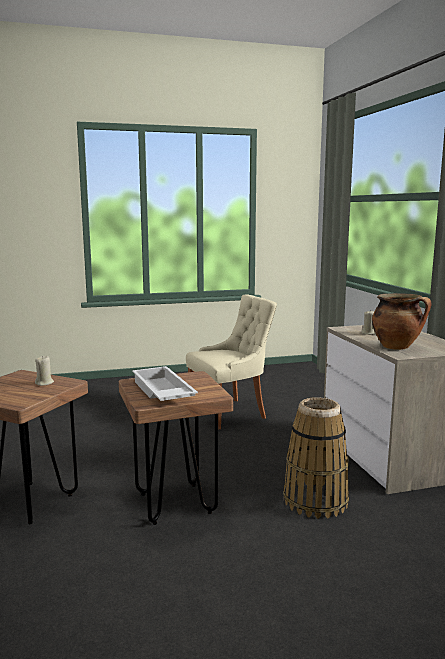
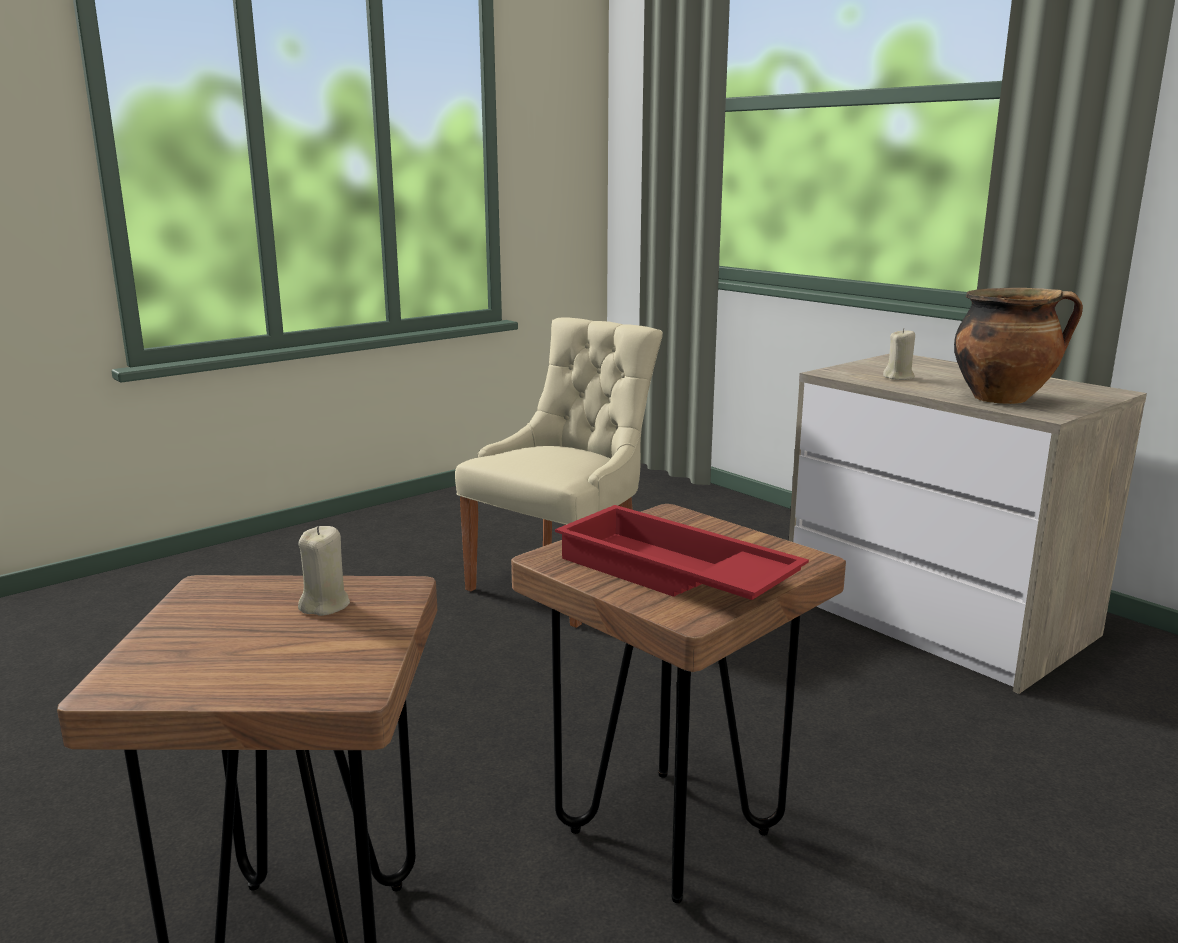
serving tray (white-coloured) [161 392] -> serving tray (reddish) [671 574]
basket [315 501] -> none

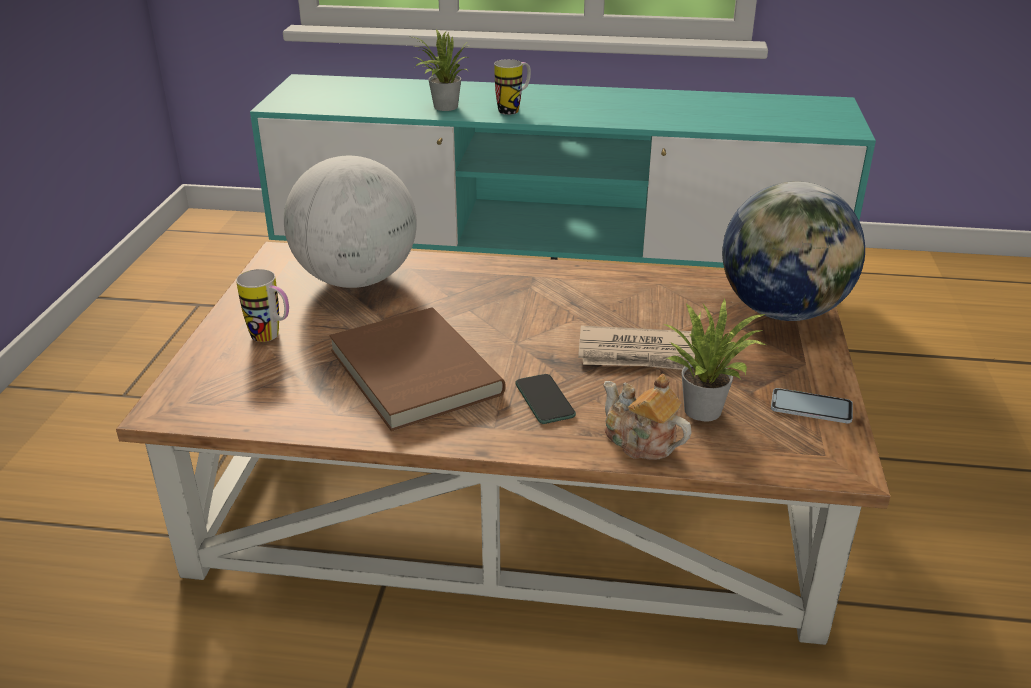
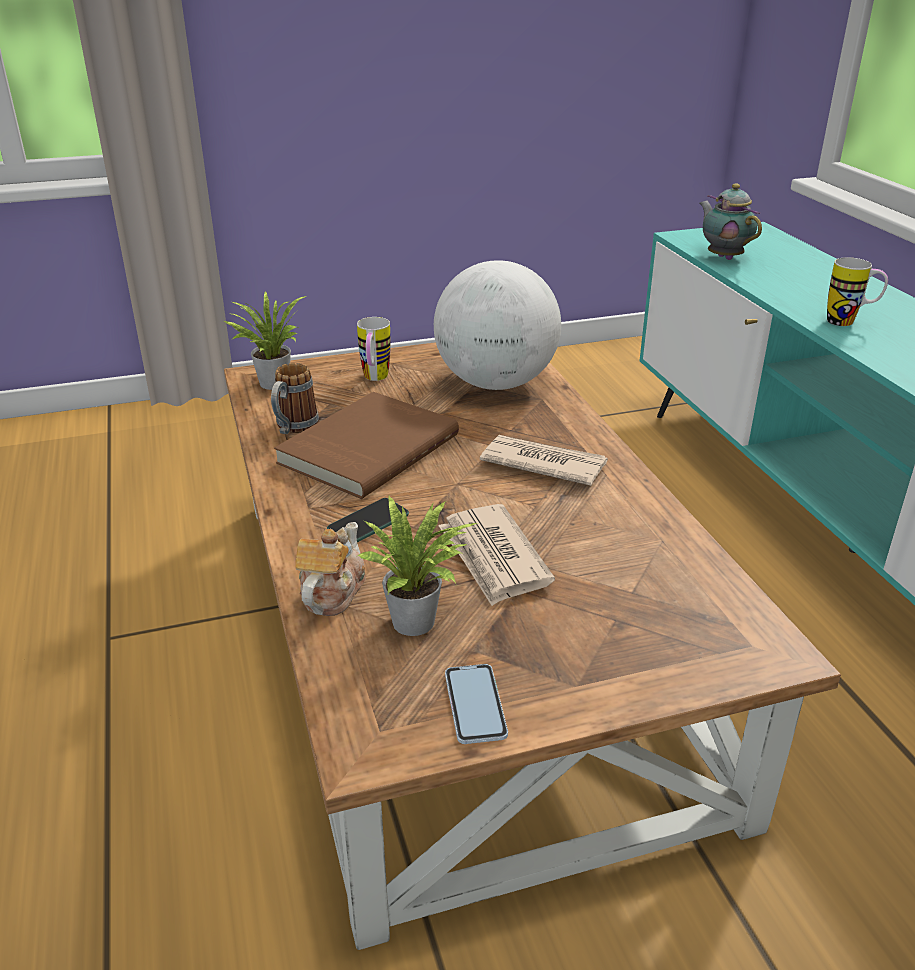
potted plant [442 107] -> potted plant [271 382], move
desk globe [783 311] -> none
none -> tea mug [293 428]
none -> newspaper [542 463]
none -> pot for tea [723 257]

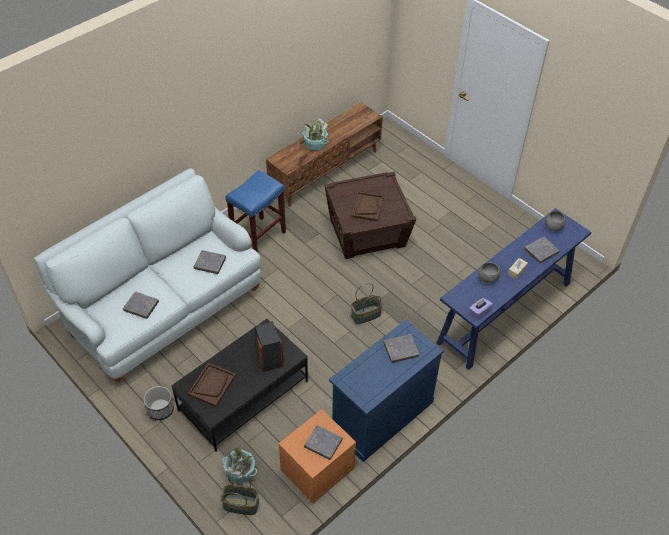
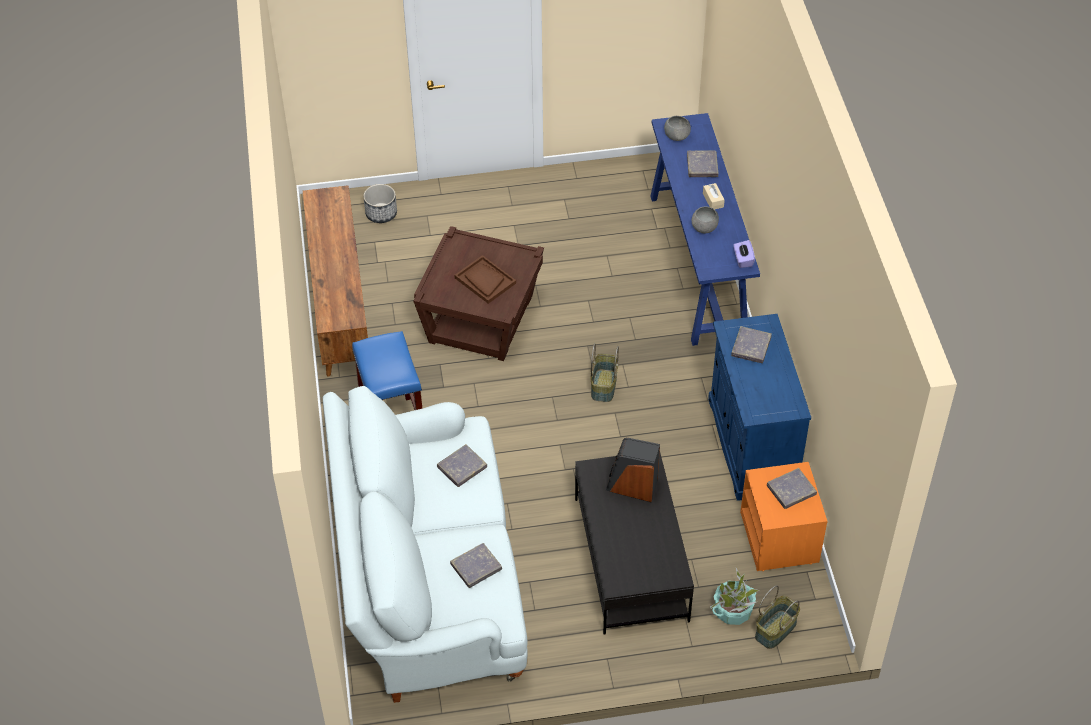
flower pot [160 409] -> flower pot [381 213], move
serving tray (brown) [212 385] -> none
potted plant [315 144] -> none

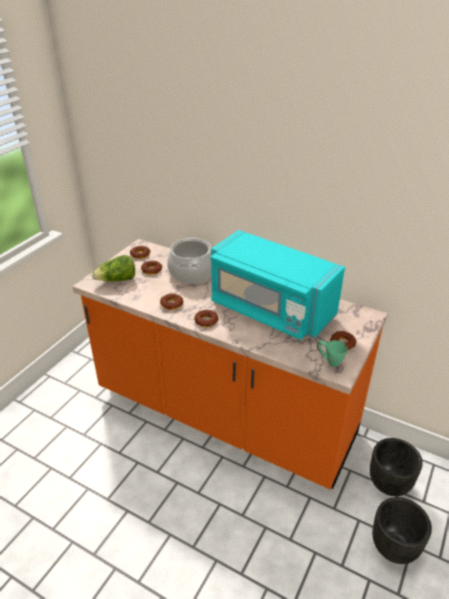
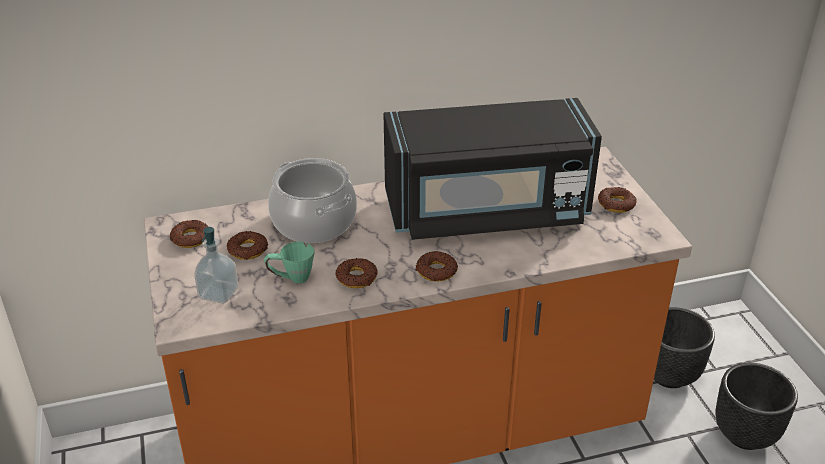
lettuce [117 280] -> soap bottle [218 293]
kitchen microwave (turquoise-coloured) [270 309] -> kitchen microwave (blackish) [486 211]
tea mug (green) [329 361] -> tea mug (green) [291 279], move

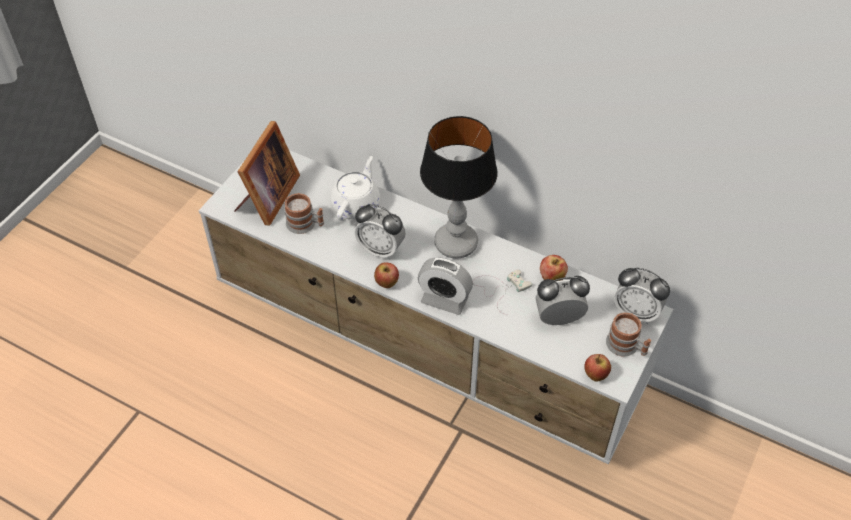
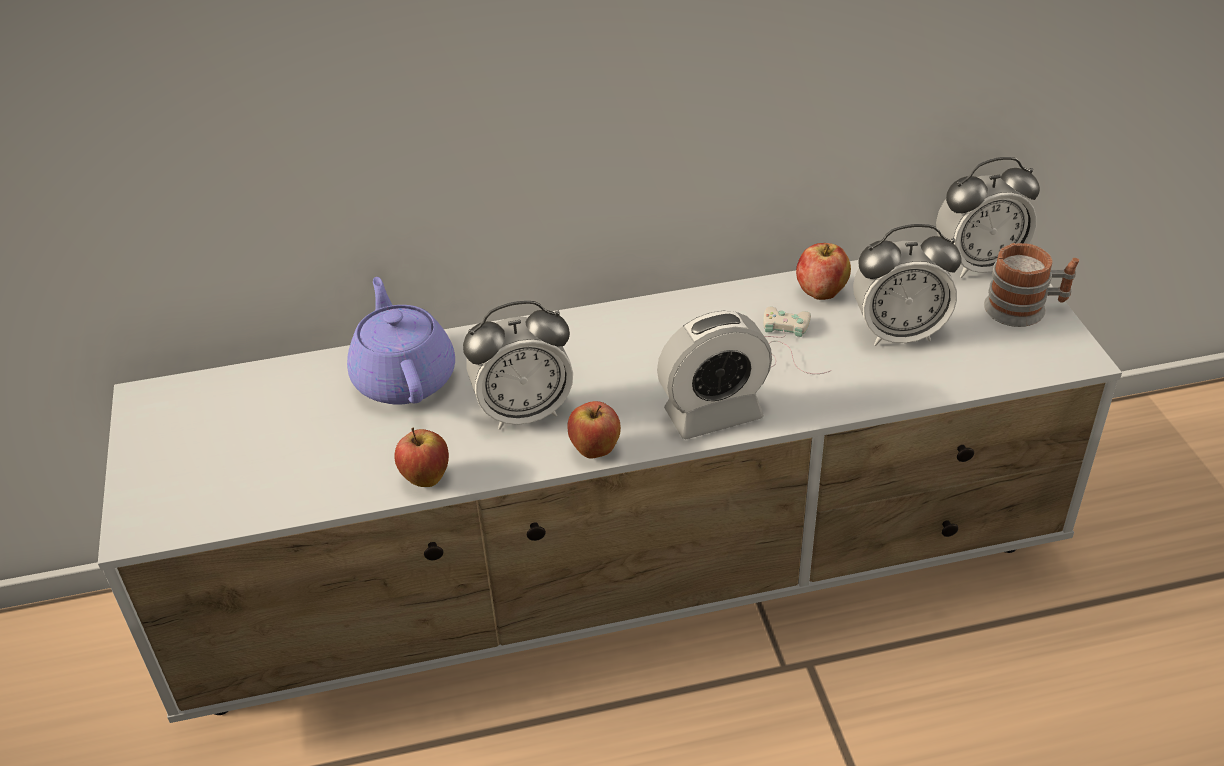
standing frame [267 198] -> none
tea mug [305 224] -> none
pot for tea (white-coloured) [356 204] -> pot for tea (purplish) [404 377]
tabletop lamp [456 244] -> none
alarm clock [558 318] -> alarm clock [898 333], 135 degrees counterclockwise
whole apple [595 375] -> whole apple [425 479], move

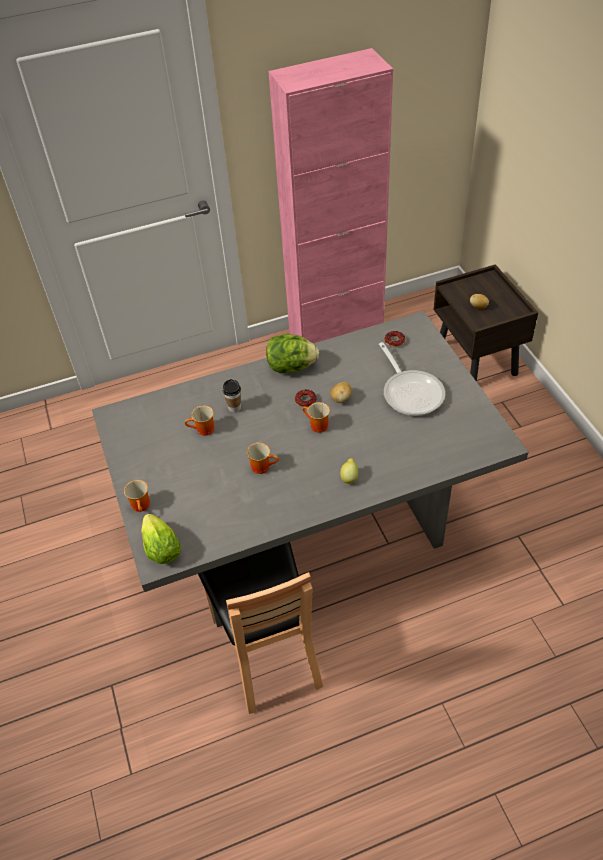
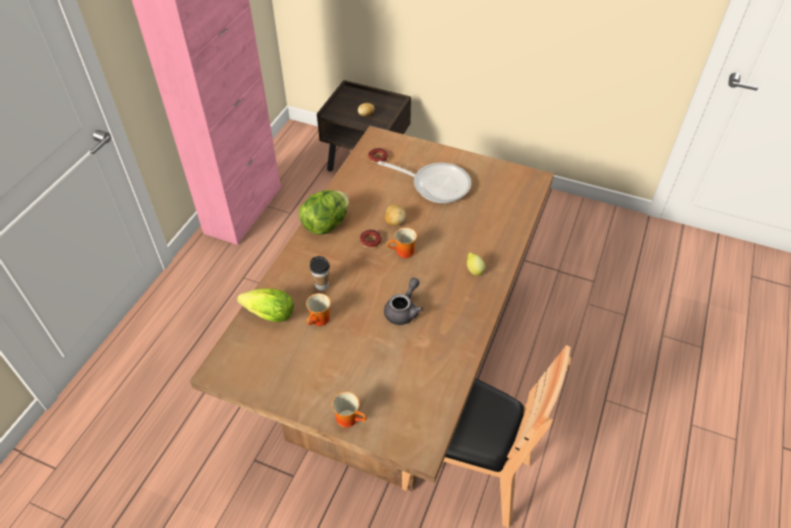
kitchen table (greyish) [309 531] -> kitchen table (brown) [394 364]
lettuce [160 546] -> lettuce [267 314], move
tea mug [263 466] -> pot for tea (greyish) [403 310]

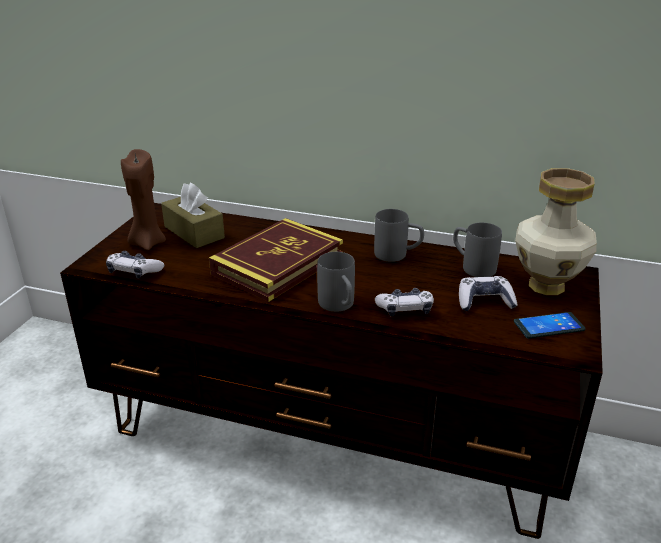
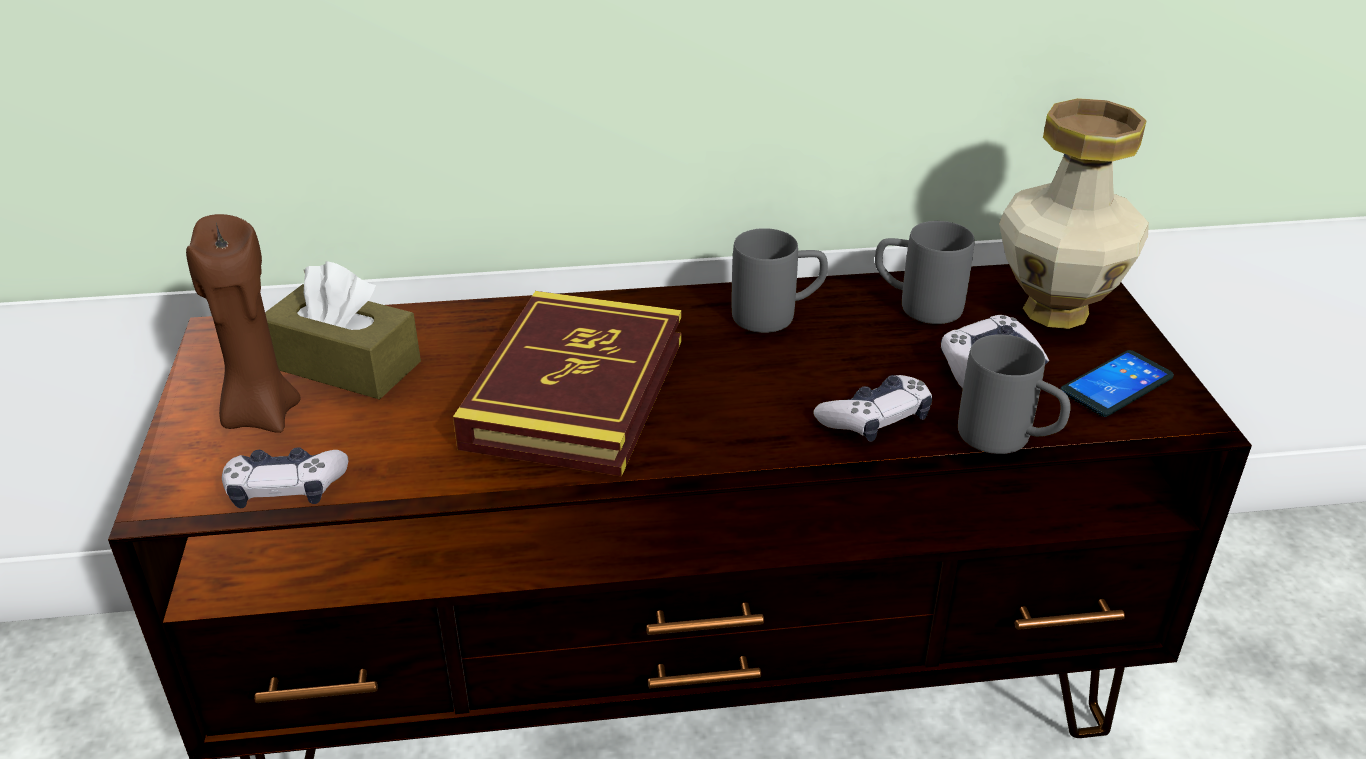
tea mug (greyish) [339 306] -> tea mug (greyish) [1008 440], move

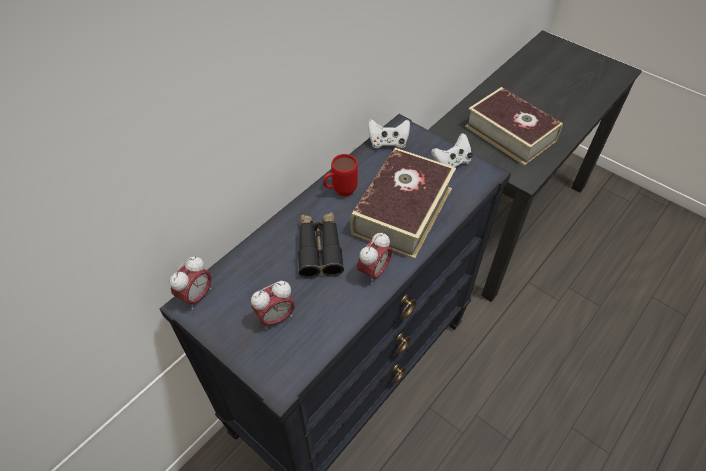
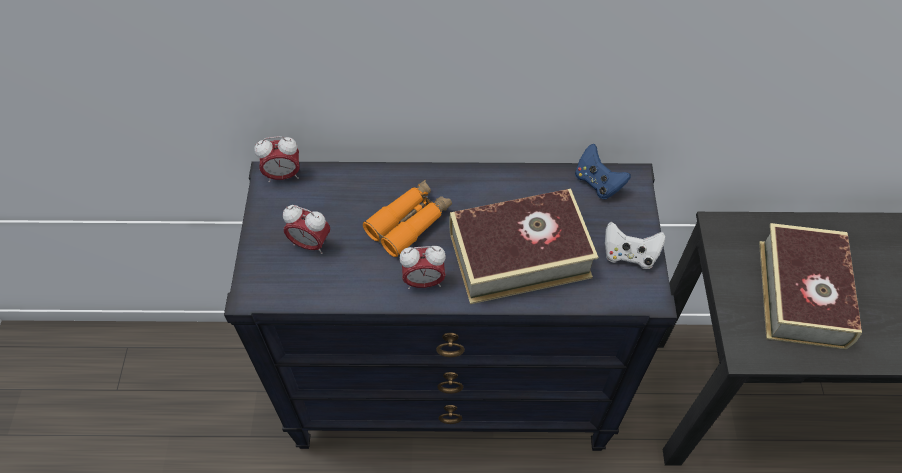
binoculars (blackish) [319 249] -> binoculars (orangey) [409 222]
tea mug (reddish) [340 192] -> none
joypad (white-coloured) [388 143] -> joypad (blue) [597 183]

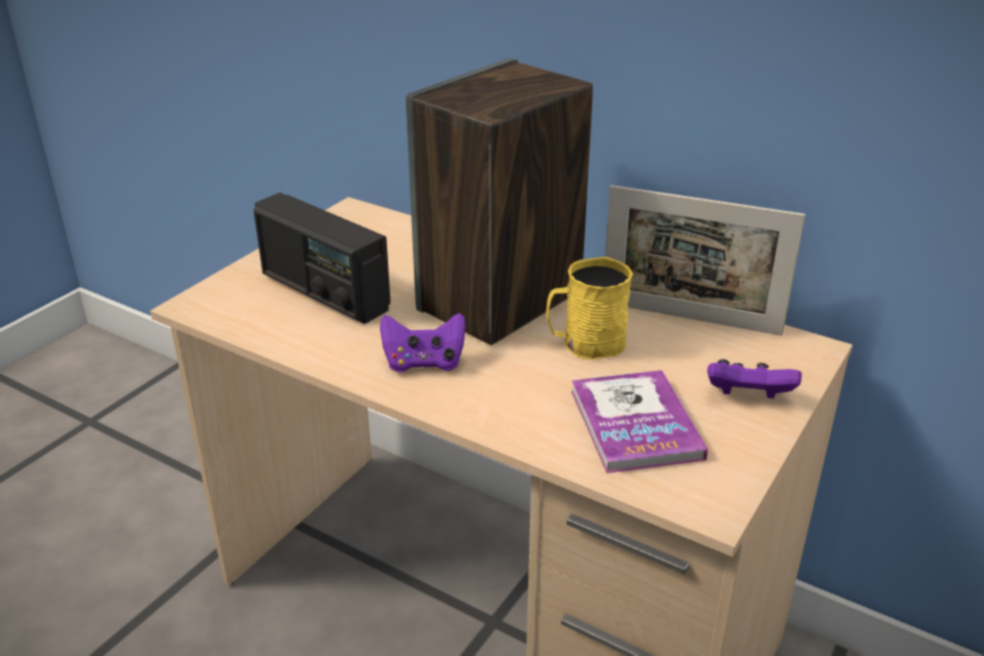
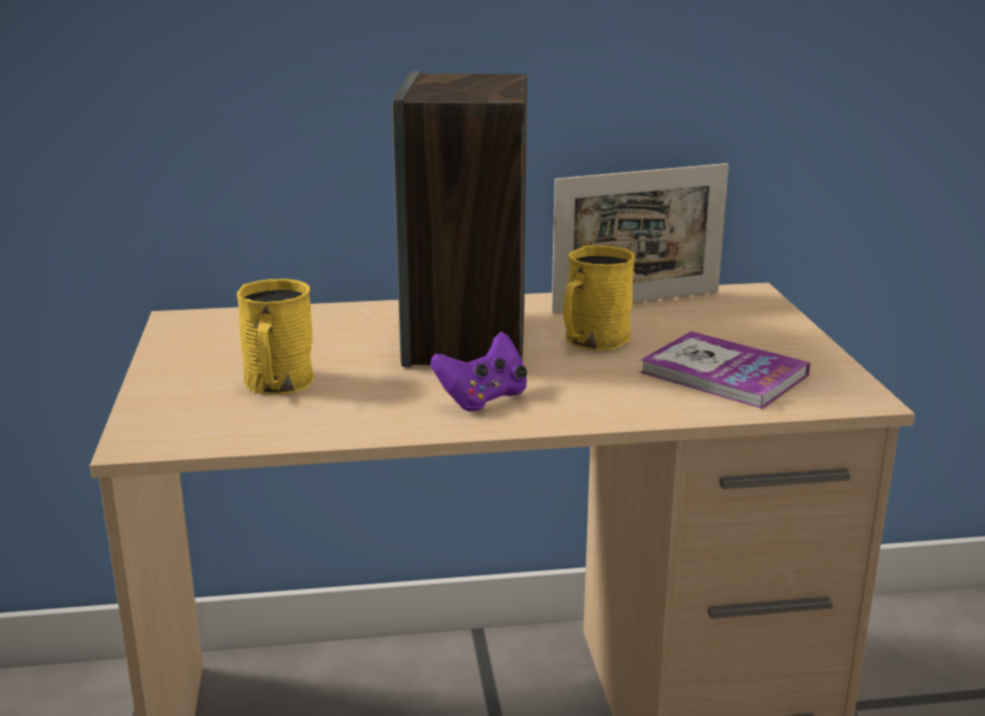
radio [324 292] -> tea mug (yellow-coloured) [278 385]
joypad (purplish) [748 398] -> none

